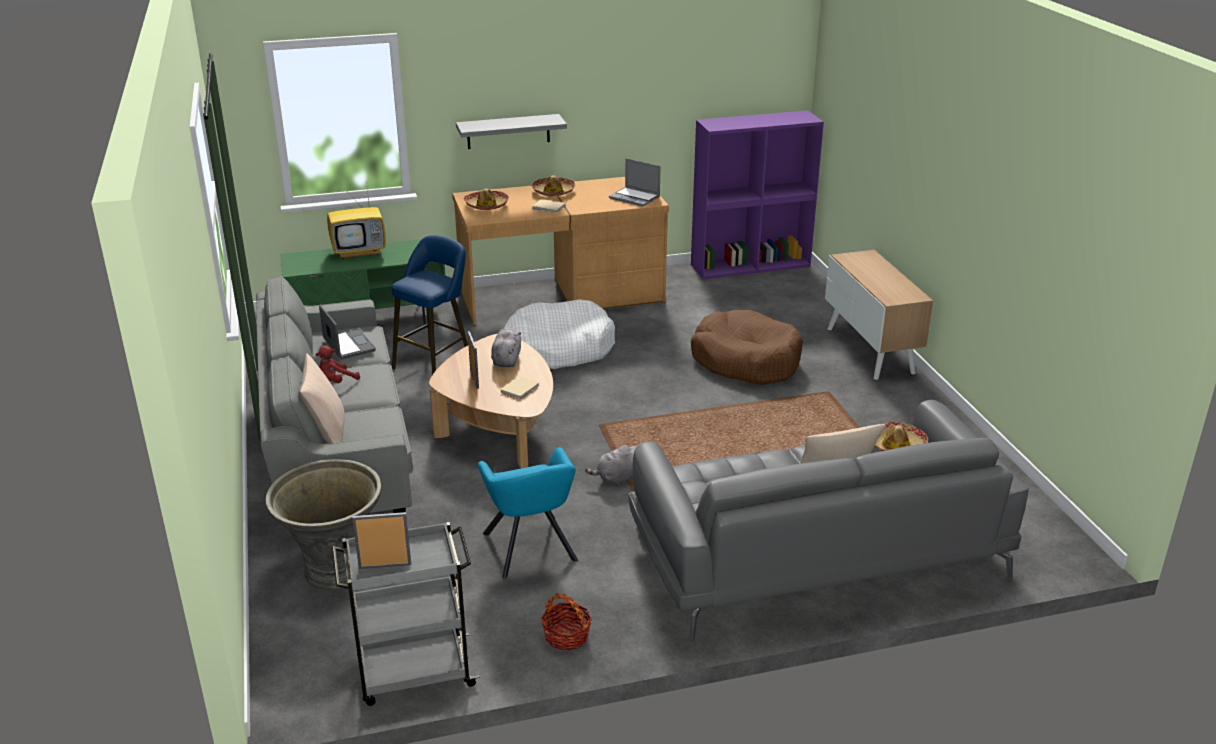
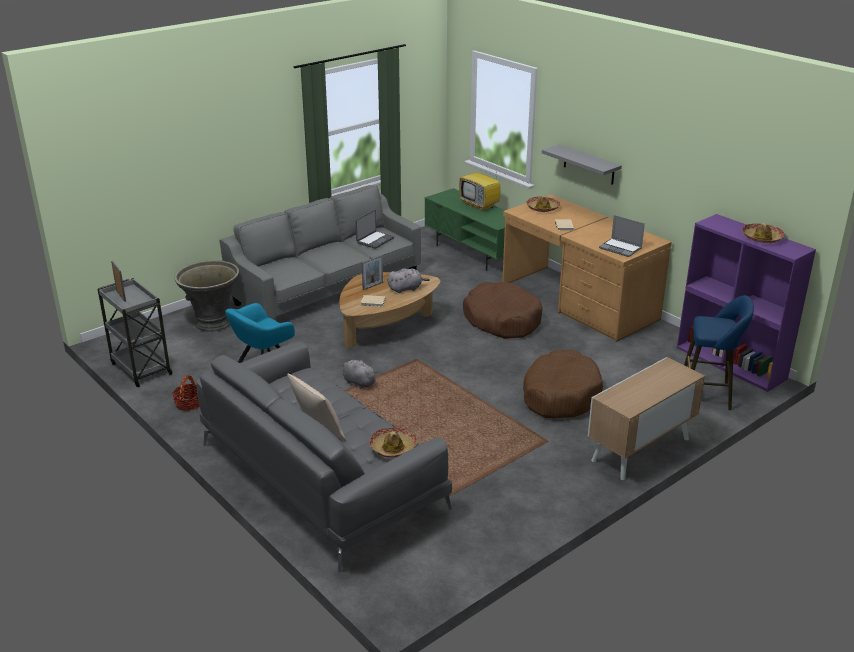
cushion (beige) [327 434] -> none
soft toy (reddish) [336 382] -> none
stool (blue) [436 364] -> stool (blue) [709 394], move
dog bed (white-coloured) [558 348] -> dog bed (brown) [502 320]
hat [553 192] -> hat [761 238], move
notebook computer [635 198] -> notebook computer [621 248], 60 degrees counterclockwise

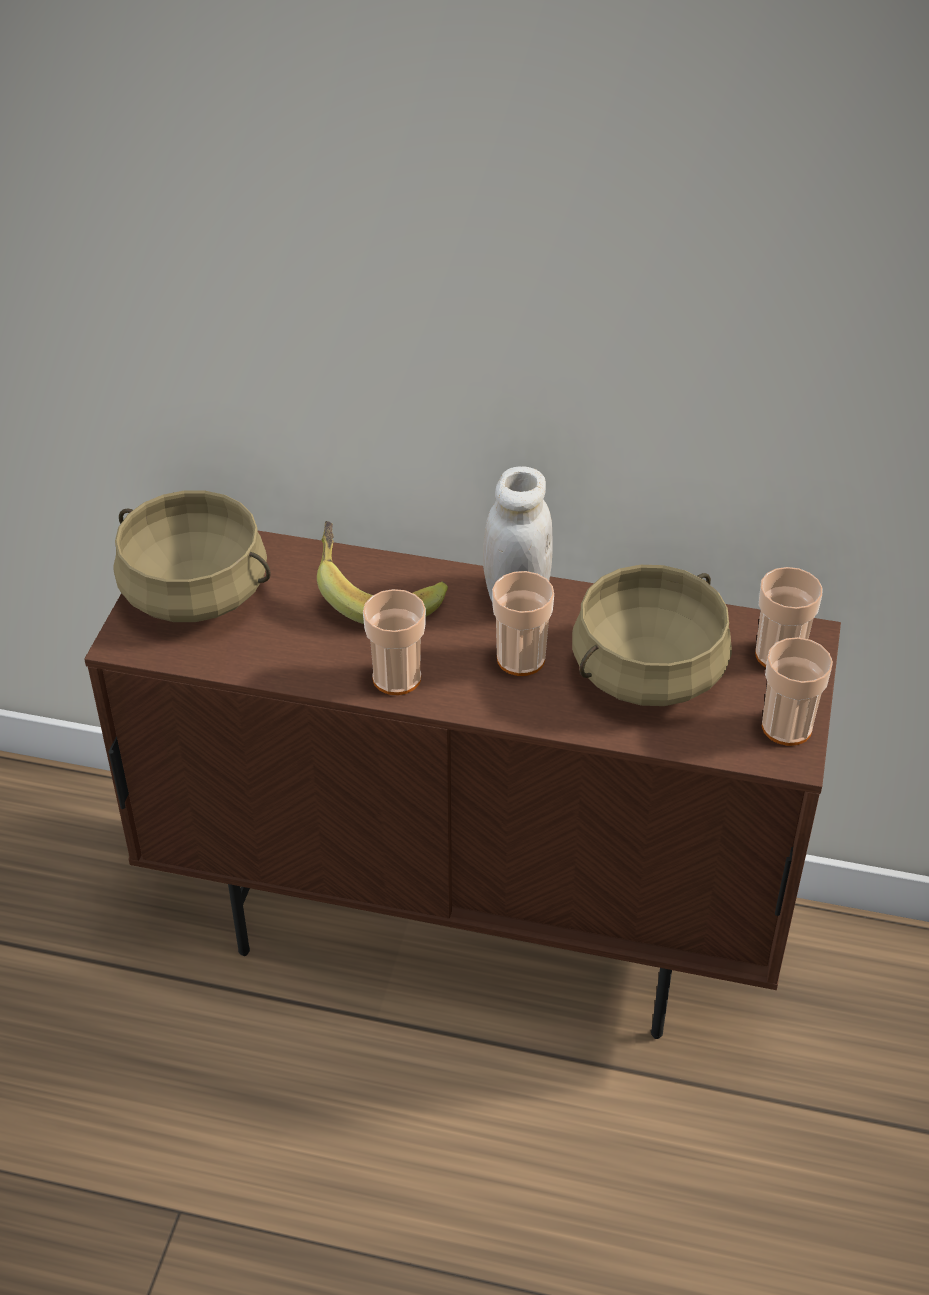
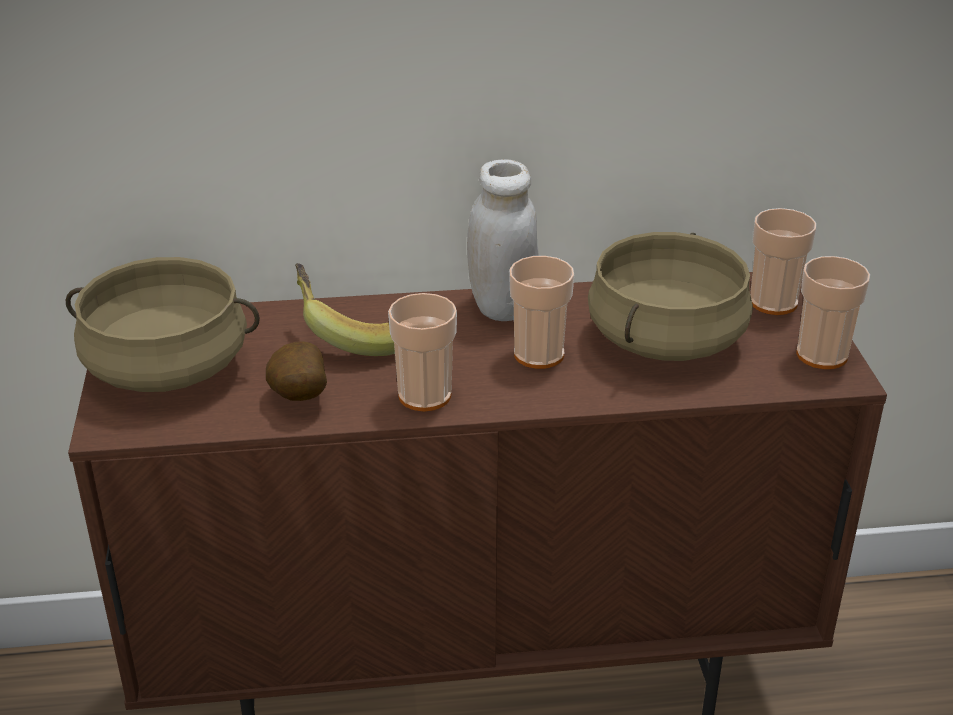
none -> potato [298 399]

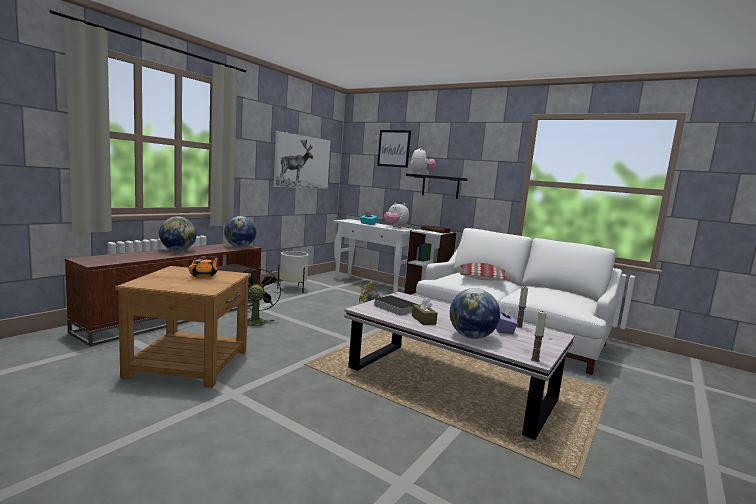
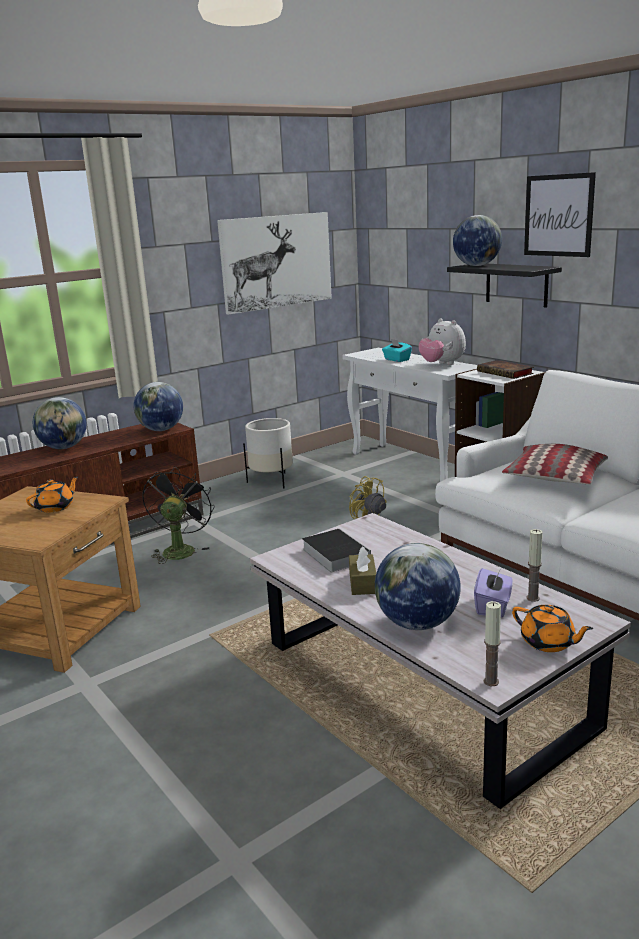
wall picture [394 148] -> wall picture [558 215], move
soft toy [421 174] -> desk globe [476 265]
none -> pot for tea (orangey) [548 643]

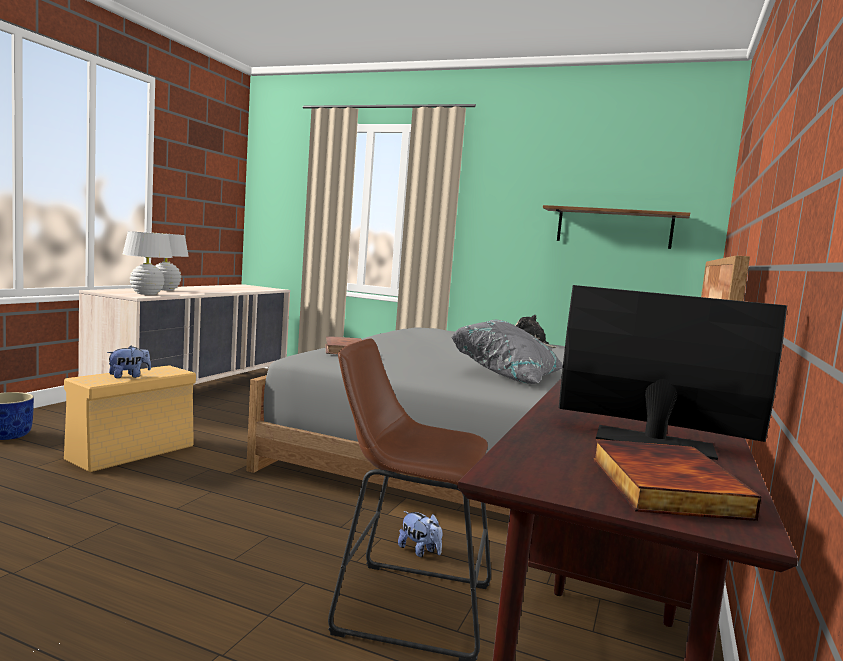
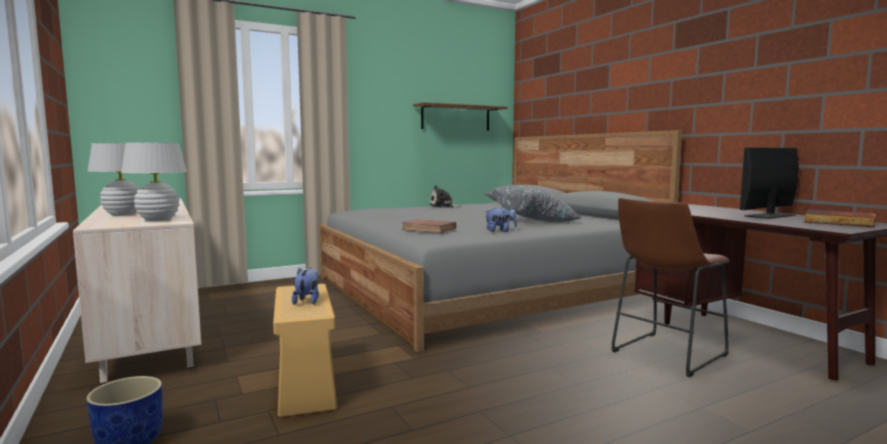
soft toy [420 551] -> soft toy [500 231], move

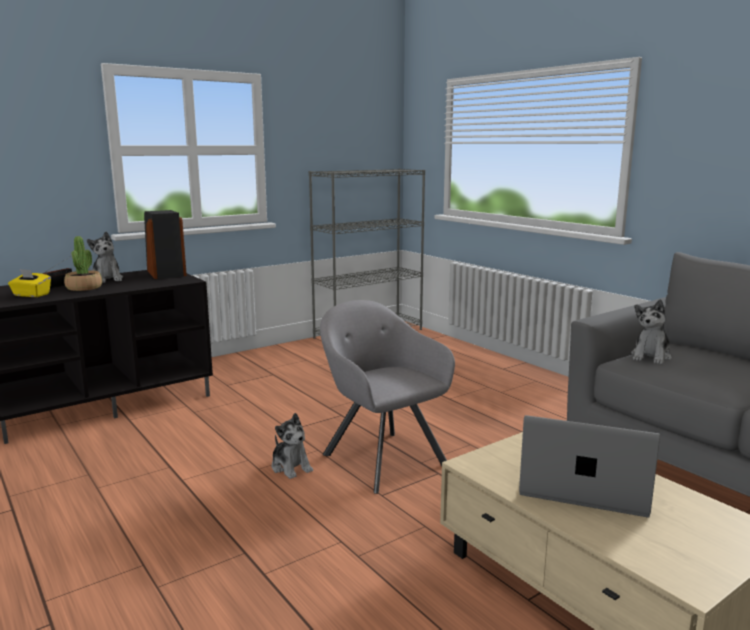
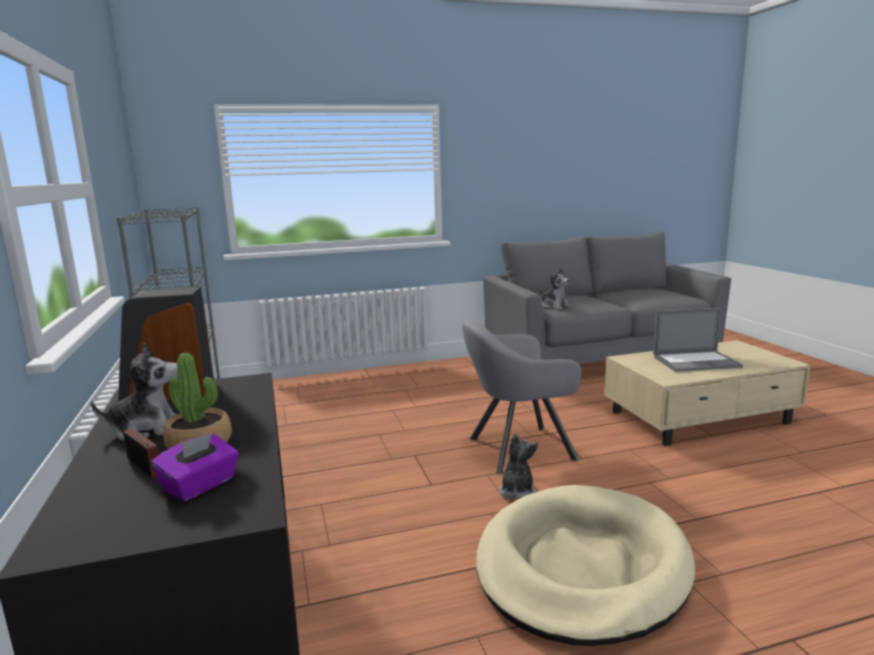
box of tissues (yellow-coloured) [31 295] -> box of tissues (purplish) [200 485]
soft toy [291 467] -> soft toy [517 491], 60 degrees counterclockwise
notebook computer [584 487] -> notebook computer [696 362], 135 degrees counterclockwise
none -> dog bed (beige) [581 567]

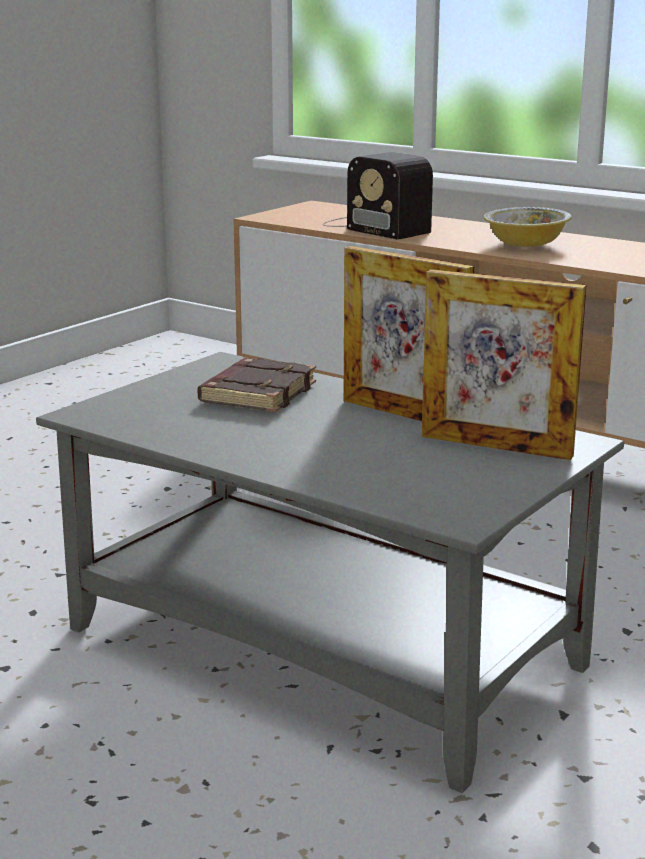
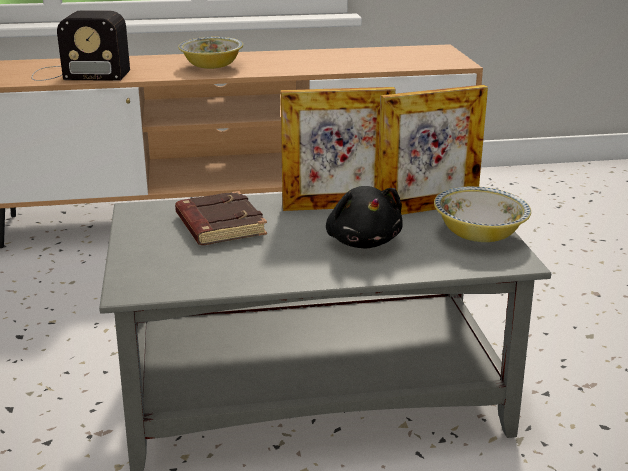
none -> soft toy (blackish) [363 241]
none -> bowl [479 235]

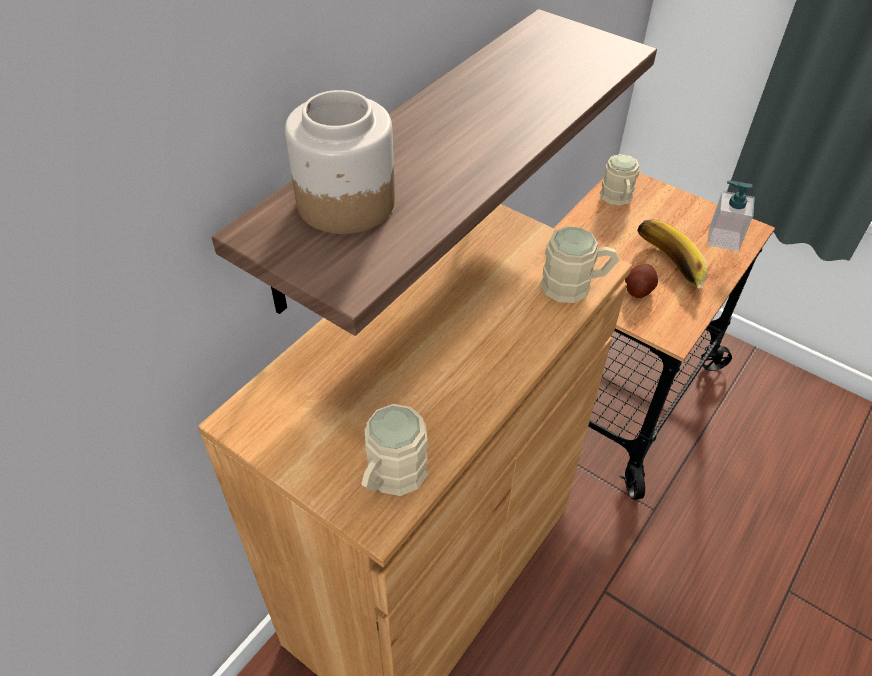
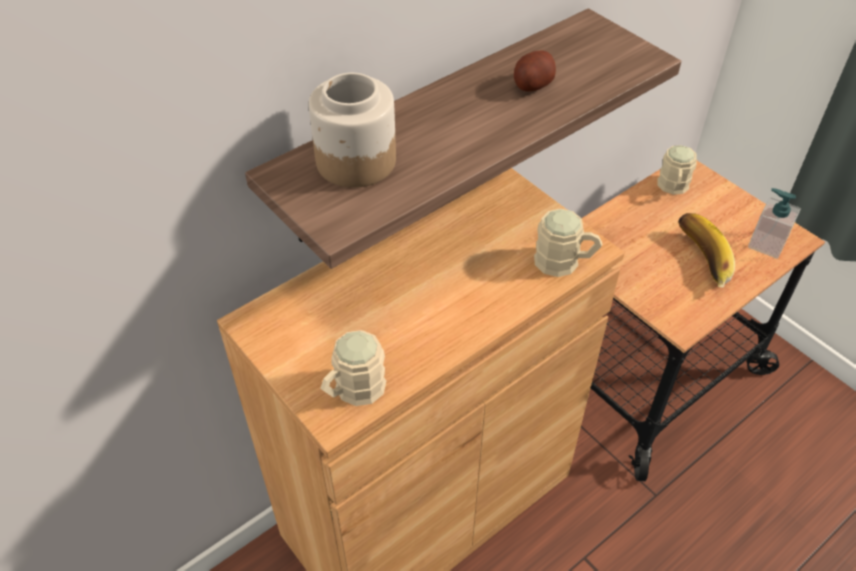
potato [638 290] -> potato [532 85], move

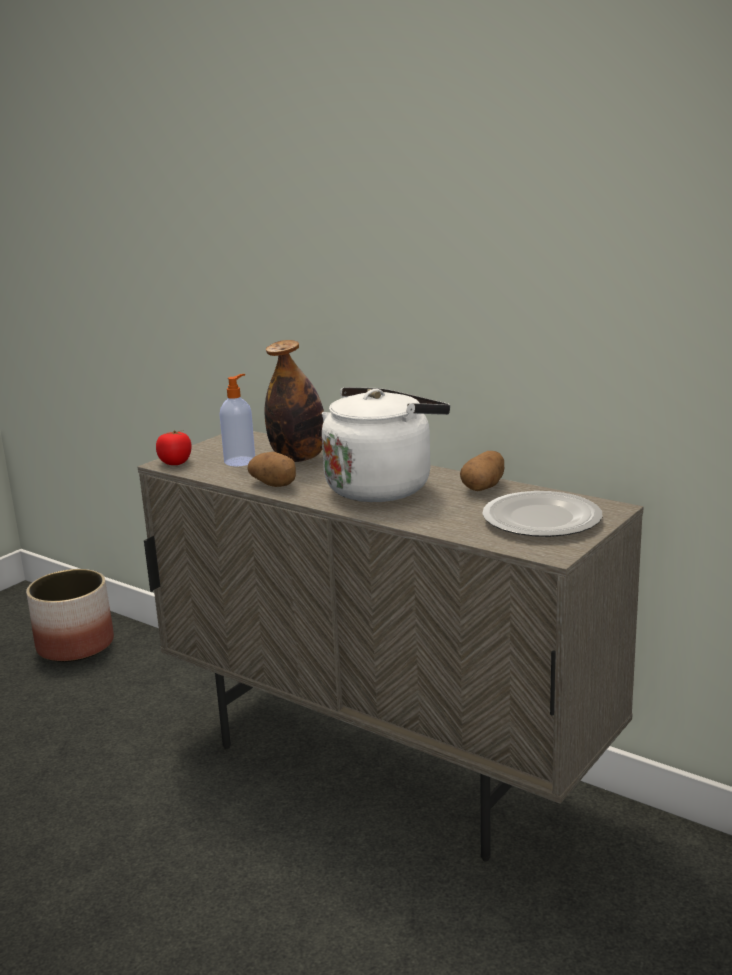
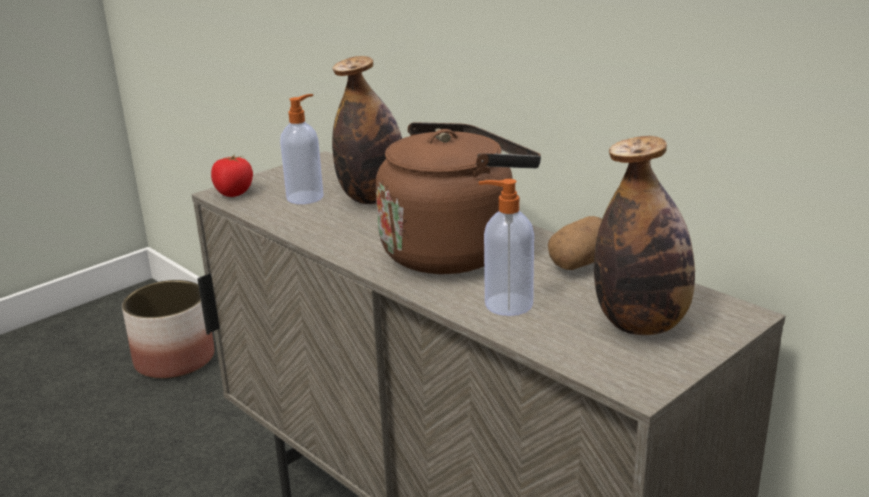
potato [275 484] -> none
water kettle (white-coloured) [382 487] -> water kettle (brown) [453 250]
flat dish [543 519] -> drink bottle [641 324]
none -> soap bottle [506 304]

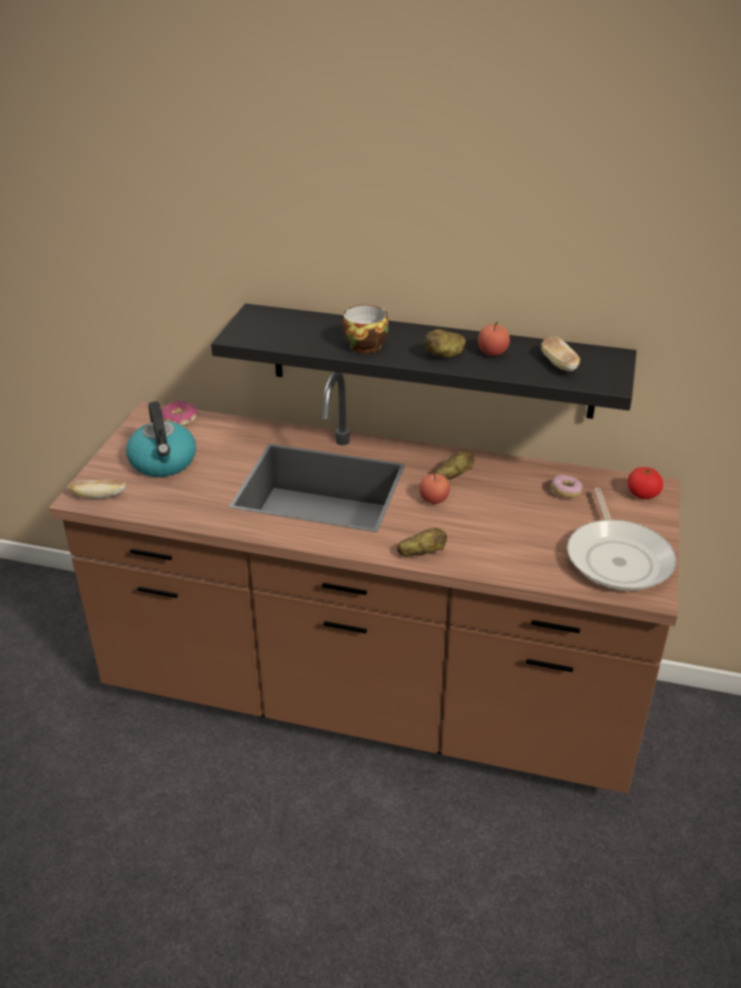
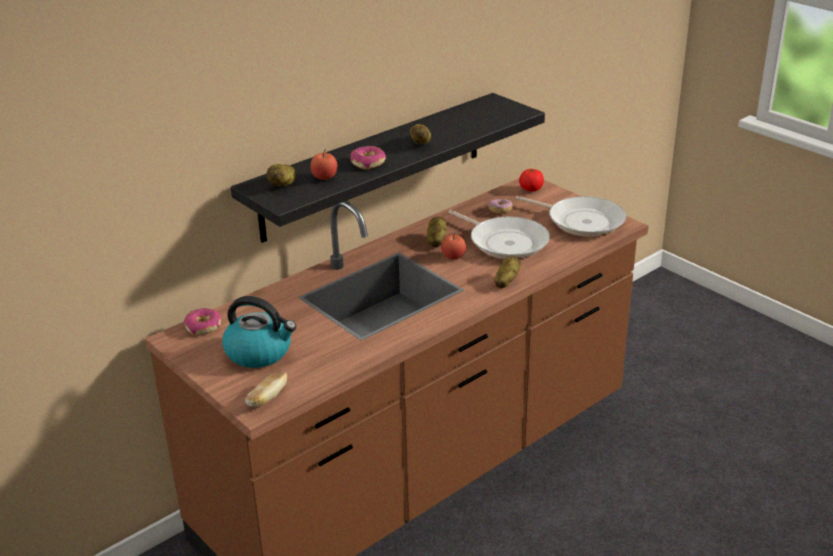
small cup [365 345] -> donut [368 163]
whole apple [492 352] -> whole apple [324 177], move
baked bread [558 364] -> none
none -> potato [283 184]
none -> skillet [505 242]

